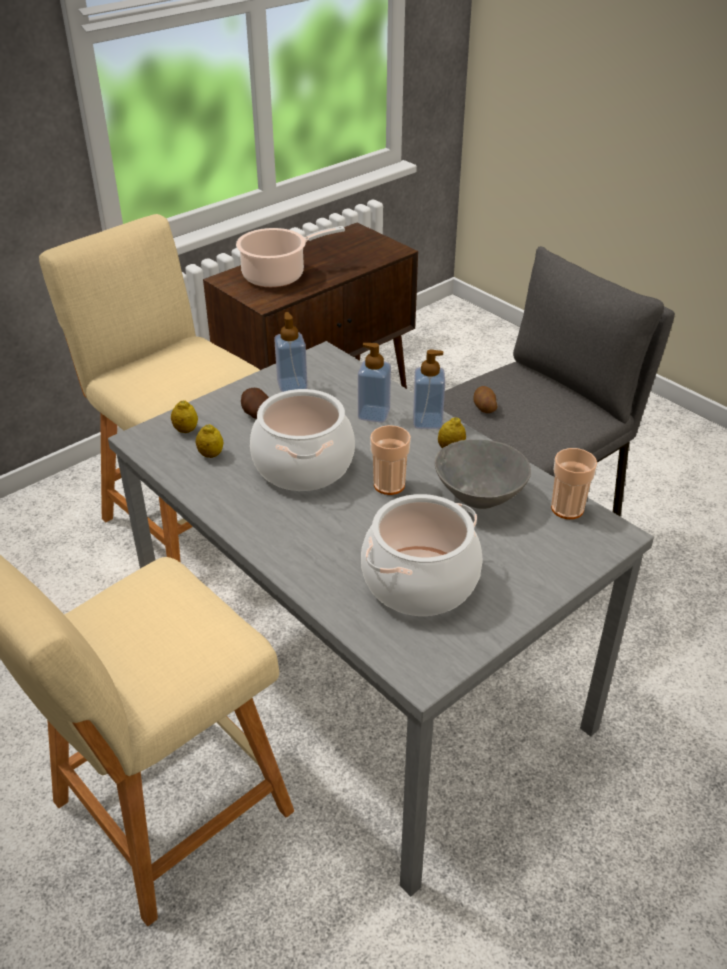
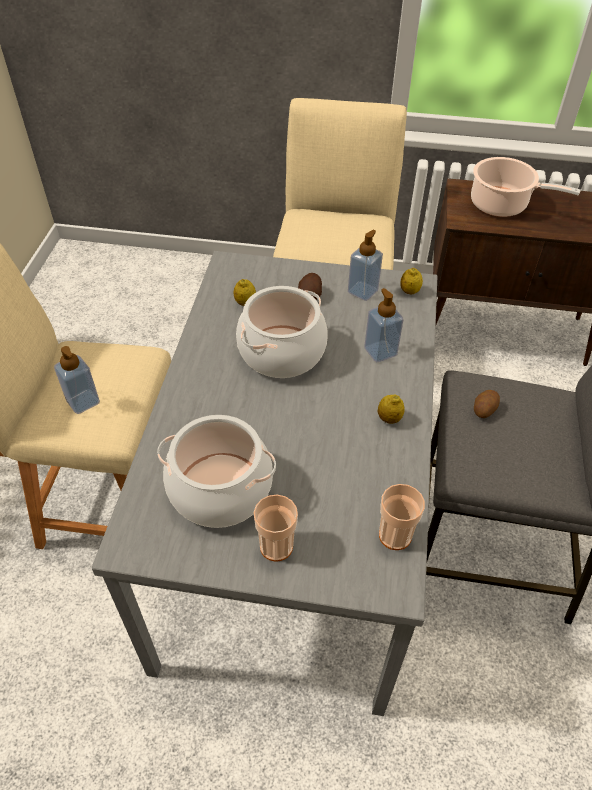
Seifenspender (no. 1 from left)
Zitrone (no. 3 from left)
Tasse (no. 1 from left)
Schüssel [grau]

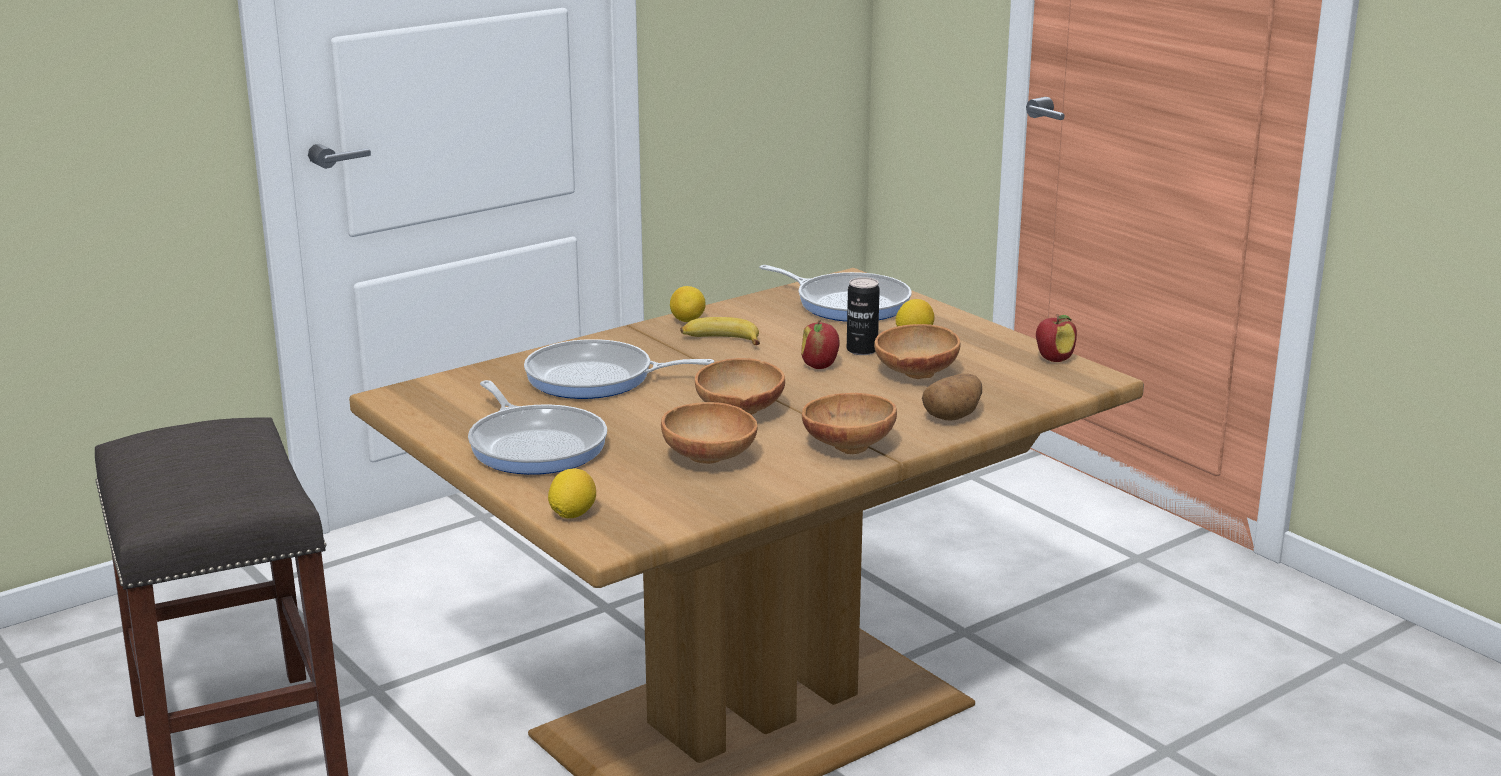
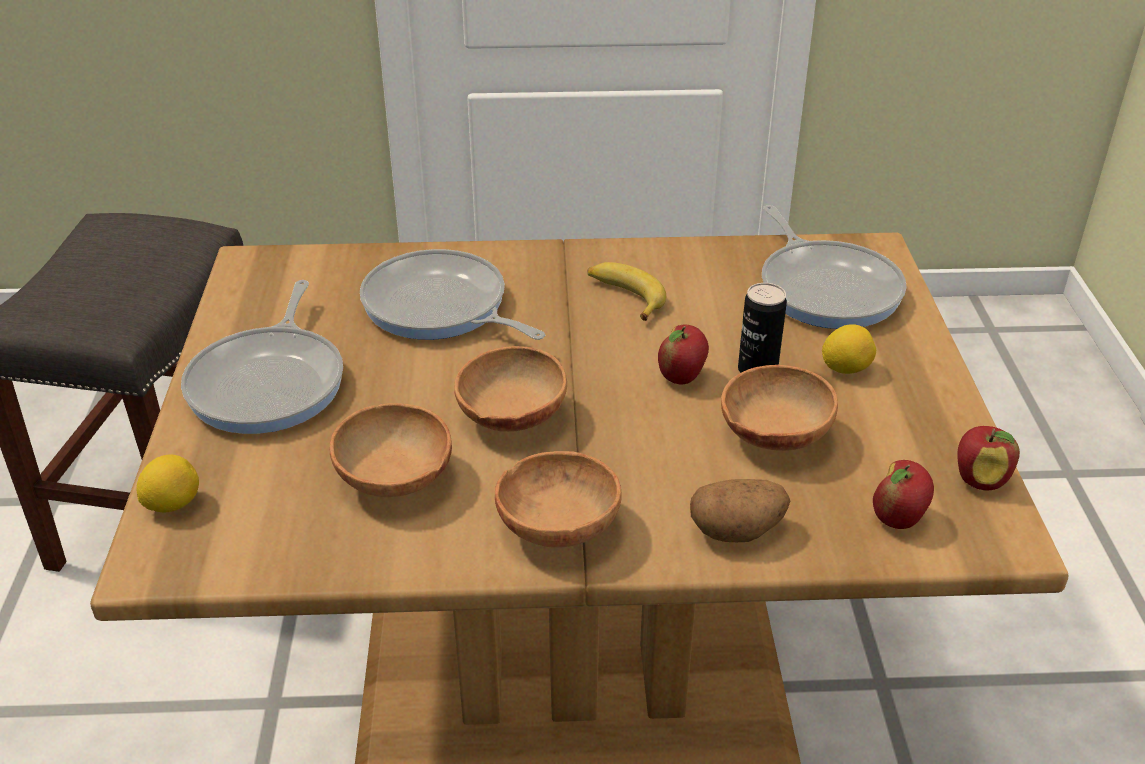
Zitrone (no. 2 from left in the first image)
Apfel (no. 2 from left)

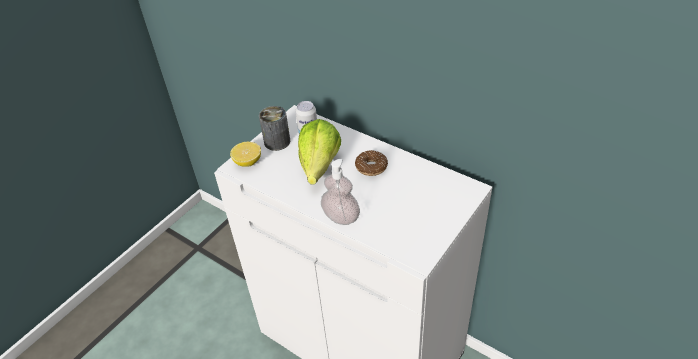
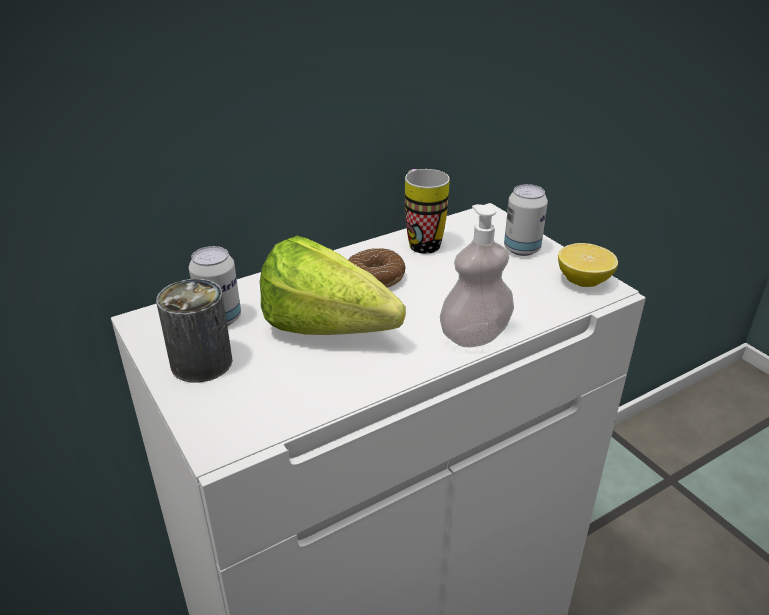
Zitrone
Henkelbecher
Dose (no. 3 from left)

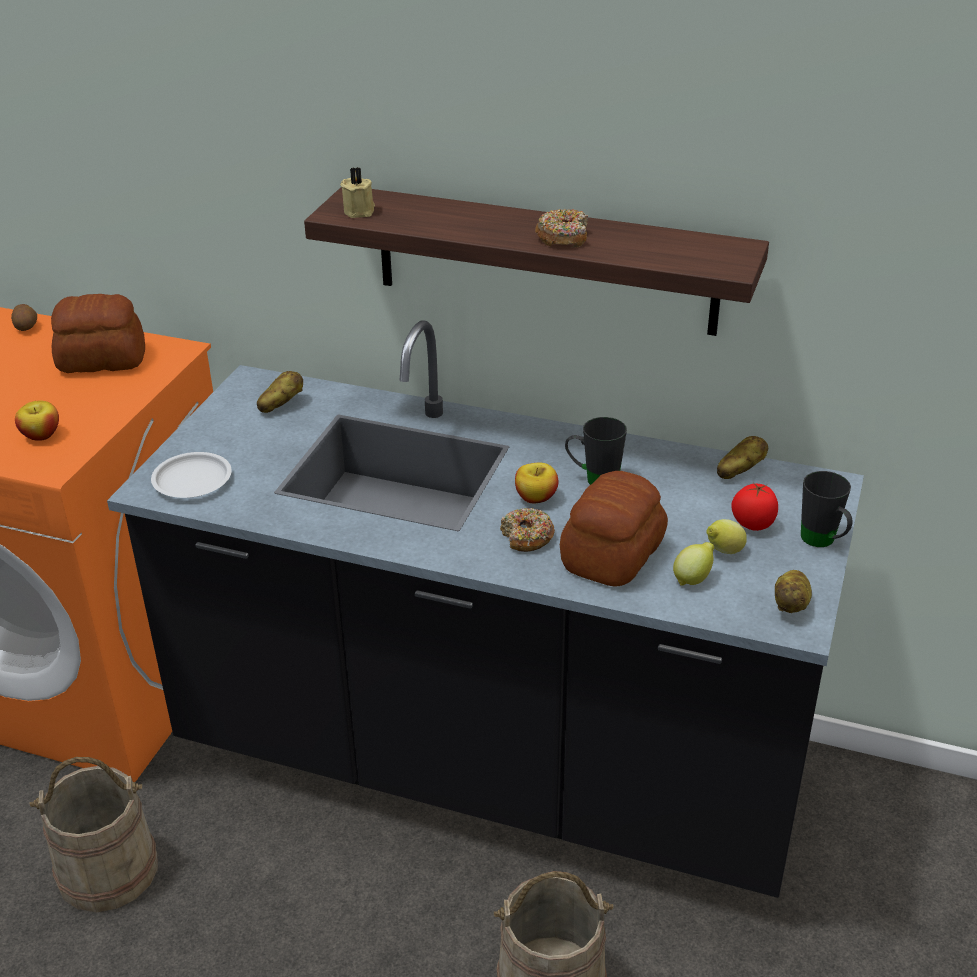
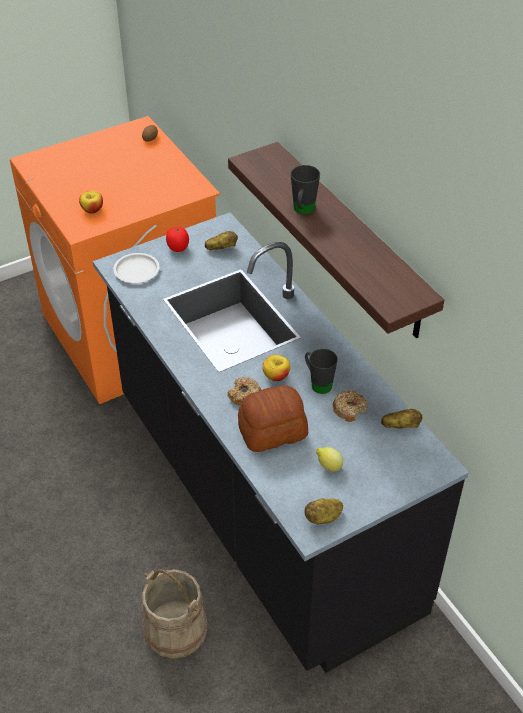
Kerze [beige]
Donut (no. 2 from left)
Brot (no. 1 from left in the first image)
Henkelbecher [schwarz] (no. 1 from left)
Tomate
Zitrone (no. 1 from left in the first image)
Eimer [beige] (no. 1 from left in the first image)

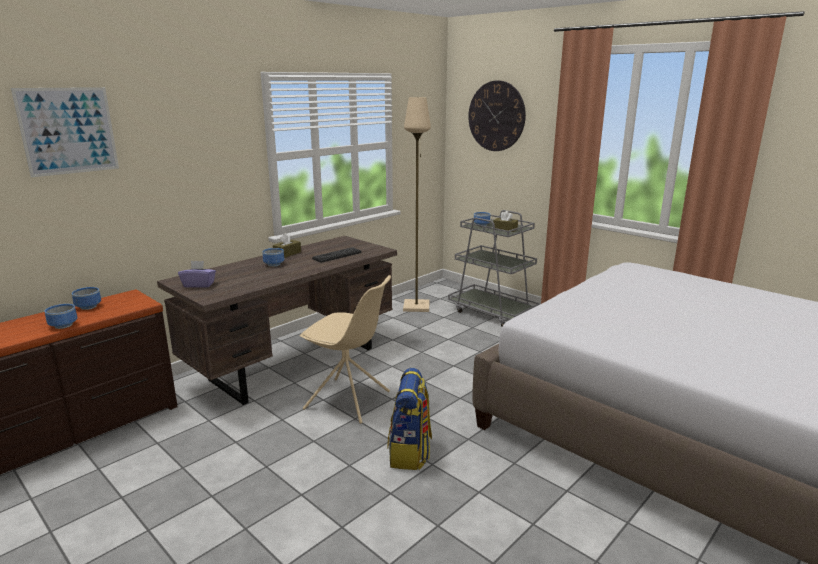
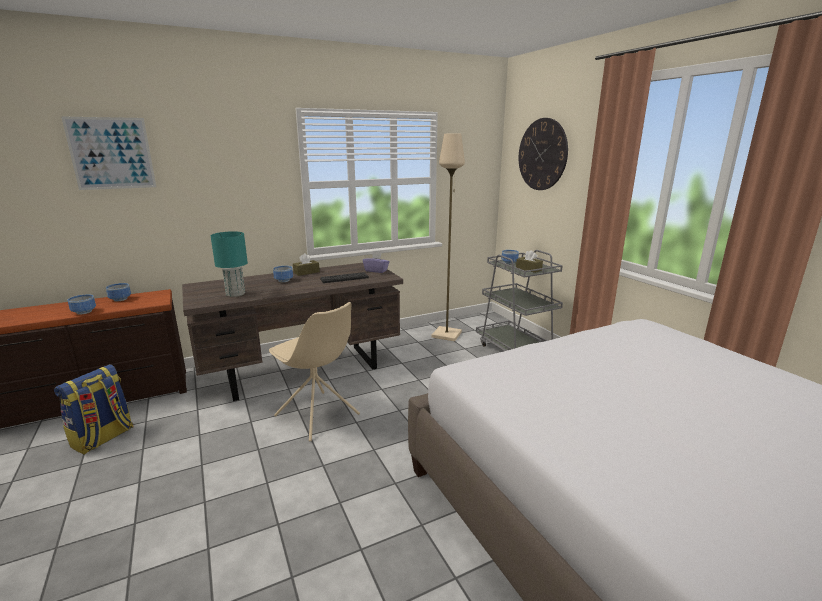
Taschentuchbox [lila]
Rucksack
Tischlampe [türkis]

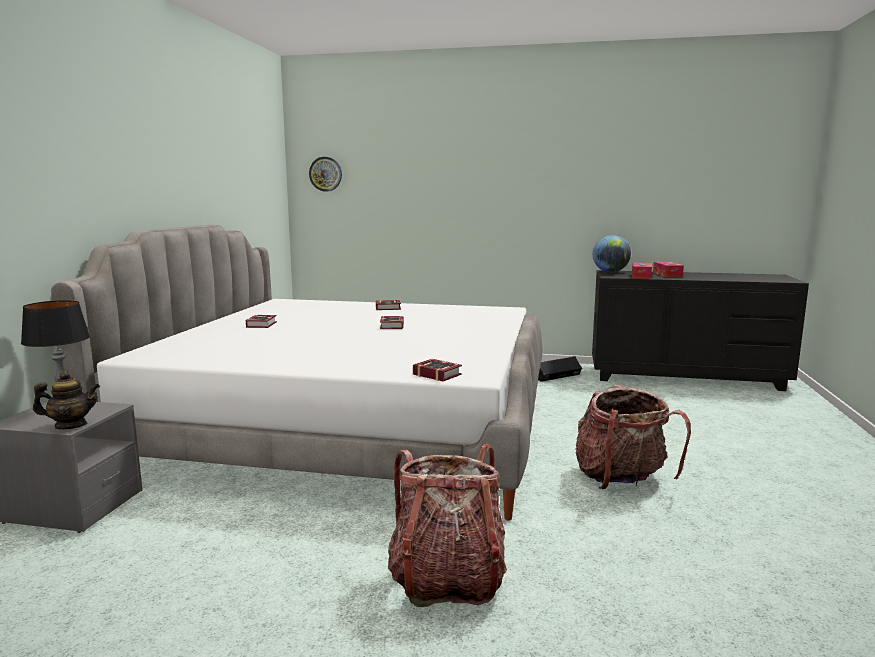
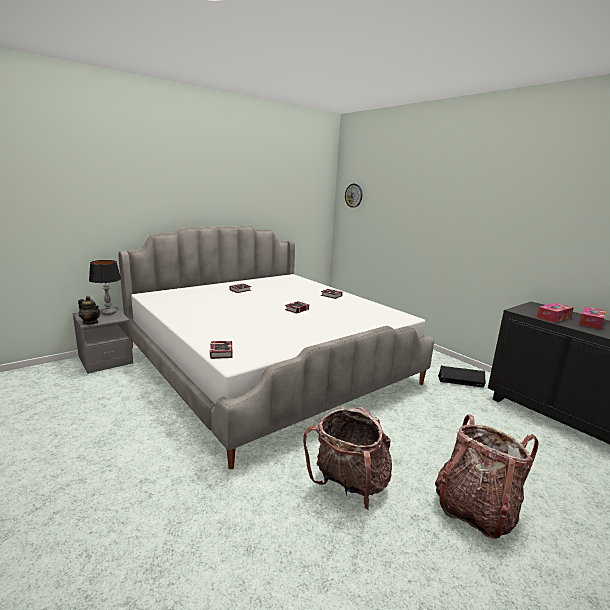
Globus
Rucksack (no. 2 from left)

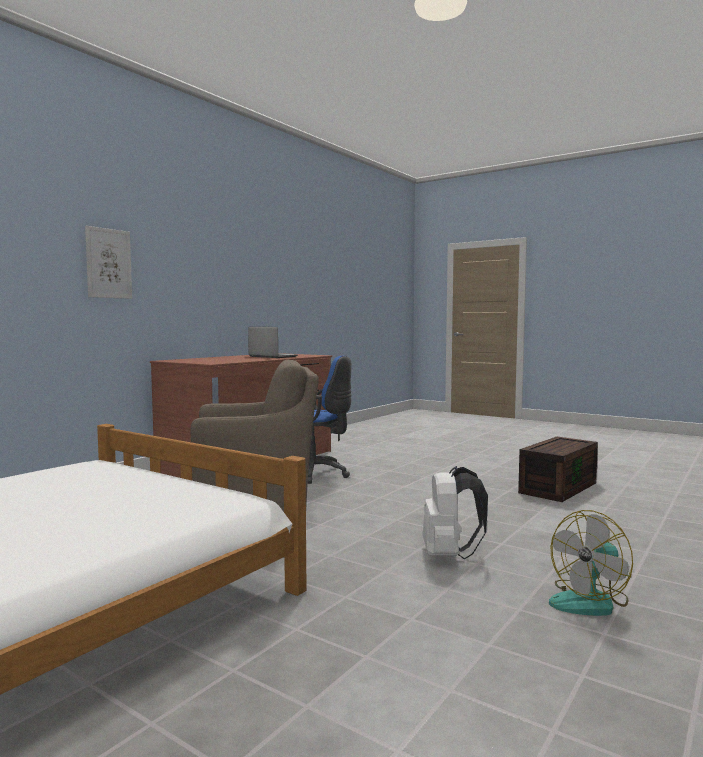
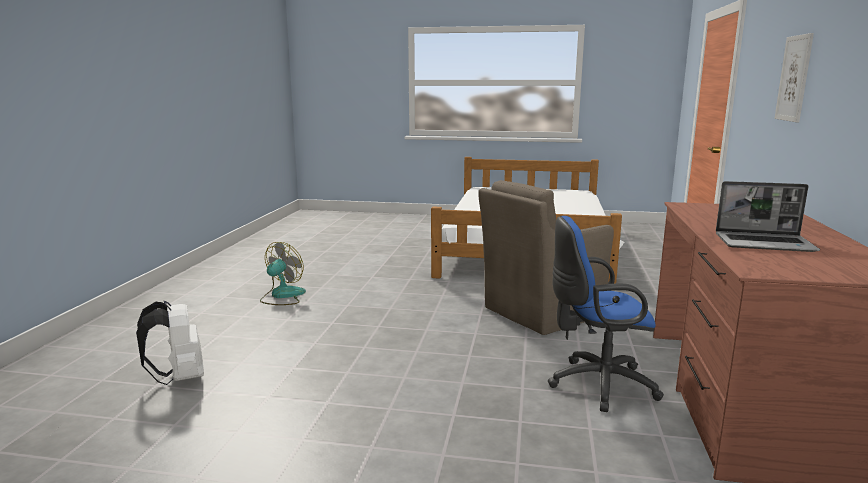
Aufbewahrungsbox [braun]
Rucksack [weiß]

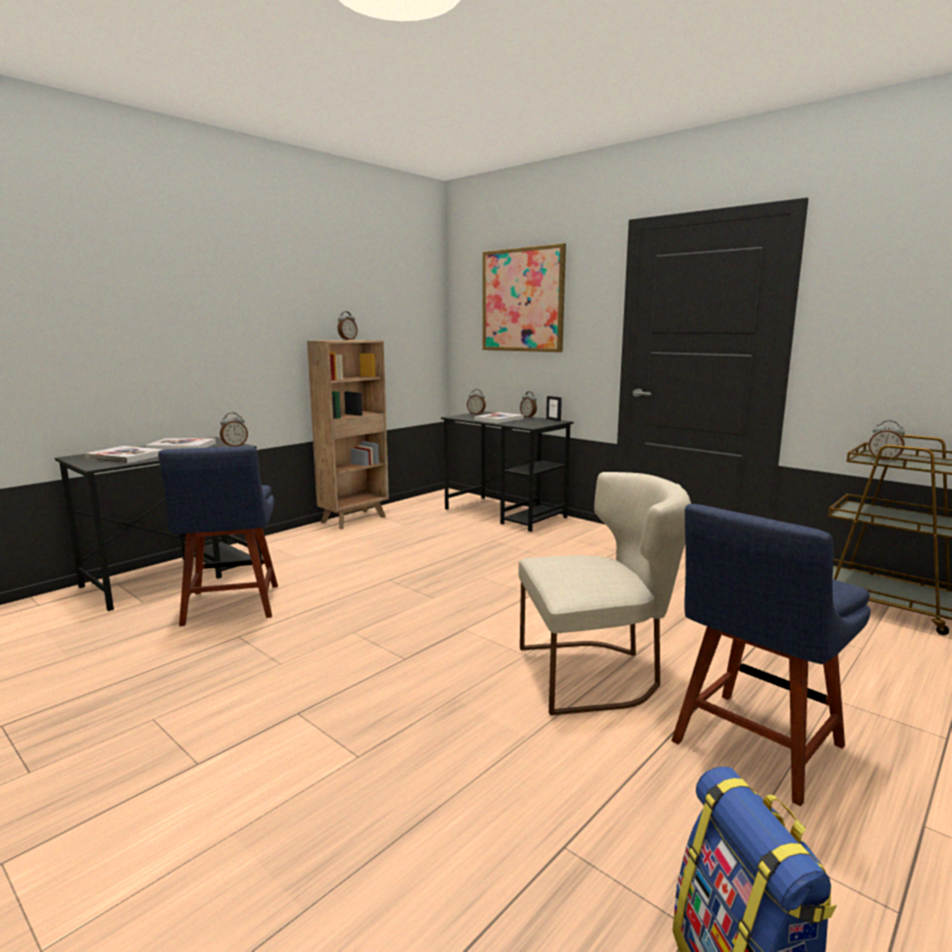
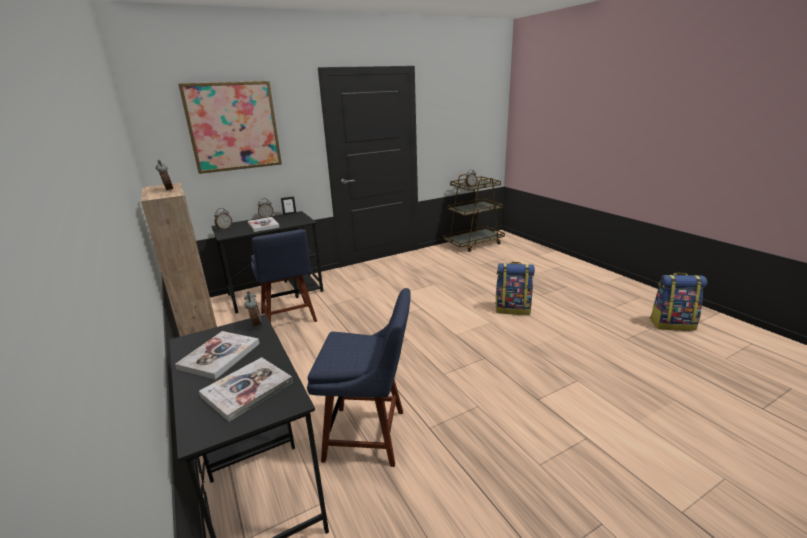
Rucksack (no. 1 from left)
Stuhl [blau] (no. 1 from left)

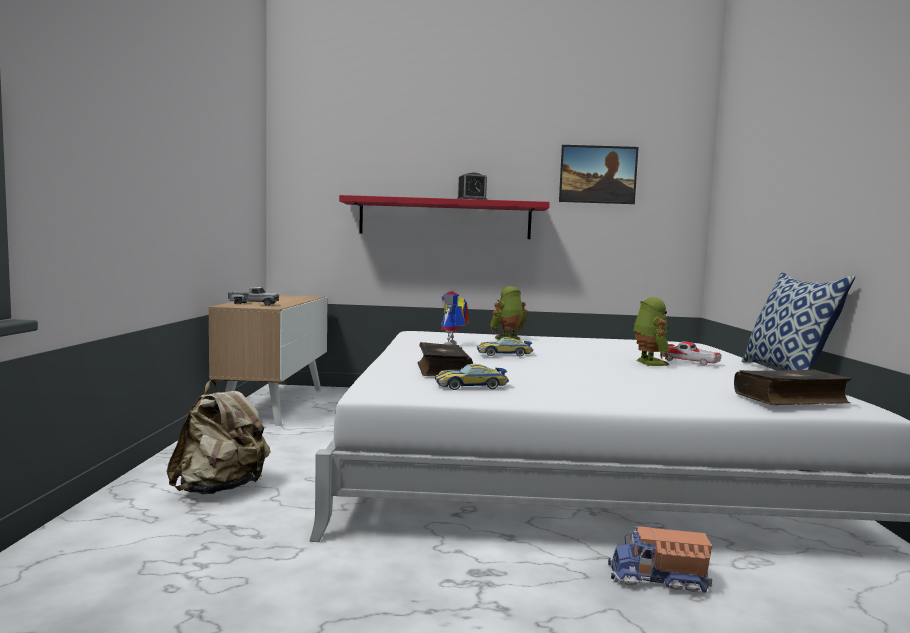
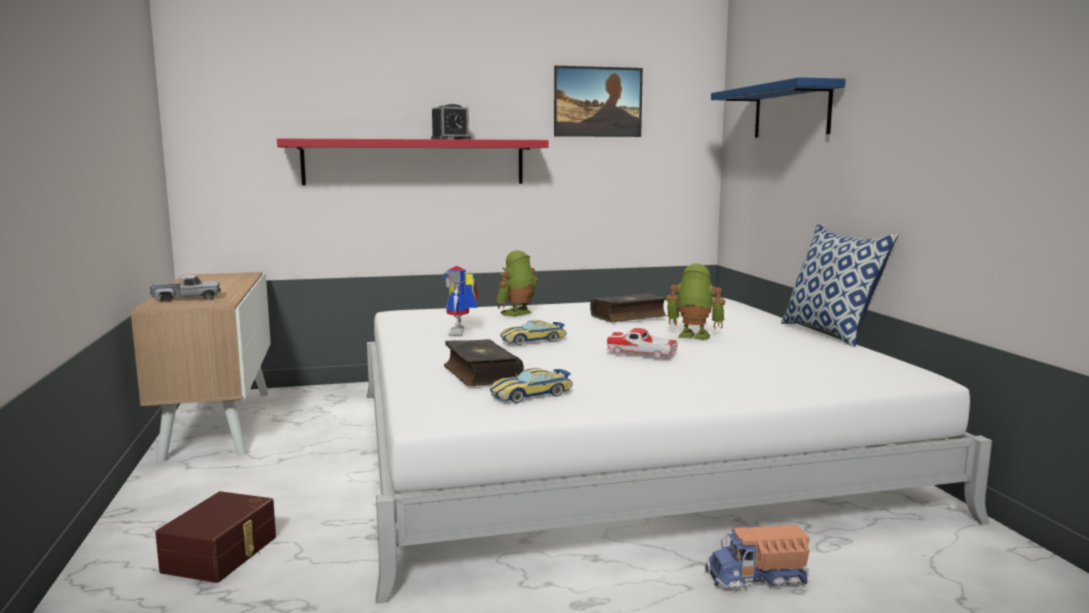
Spielzeugroboter (no. 3 from left)
Spielzeugauto (no. 3 from left)
Buch (no. 2 from left)
Aufbewahrungsbox [braun]
Wandregal [blau]

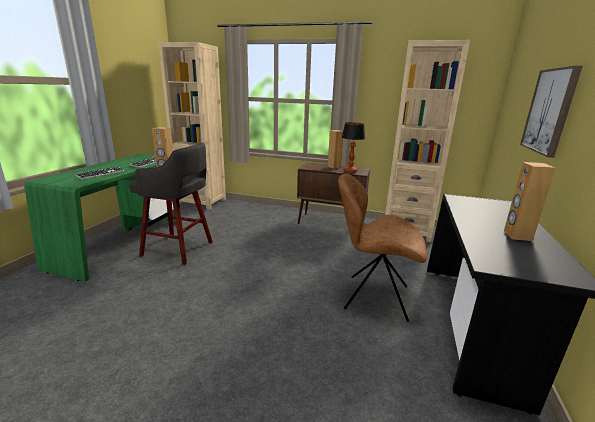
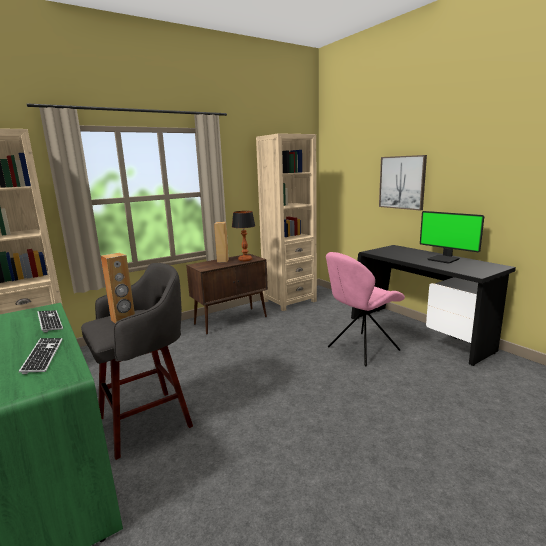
Monitor
Stuhl [rosa]

